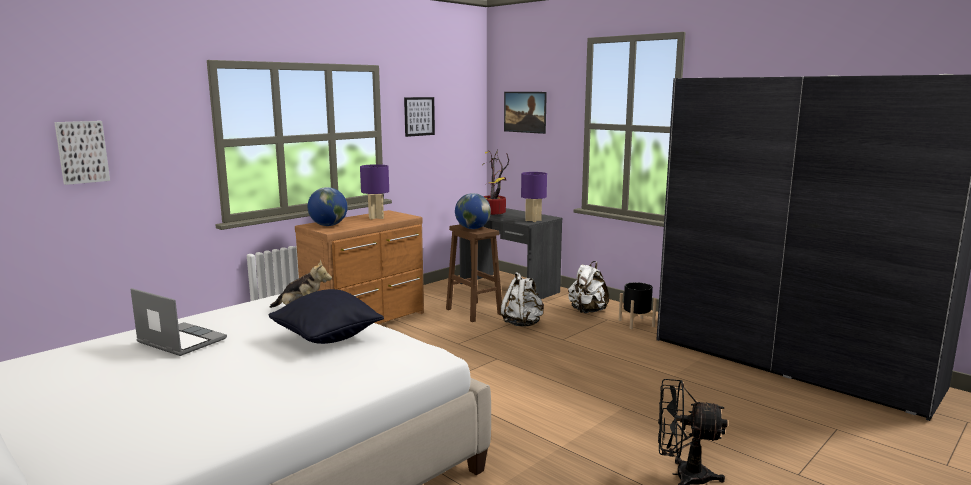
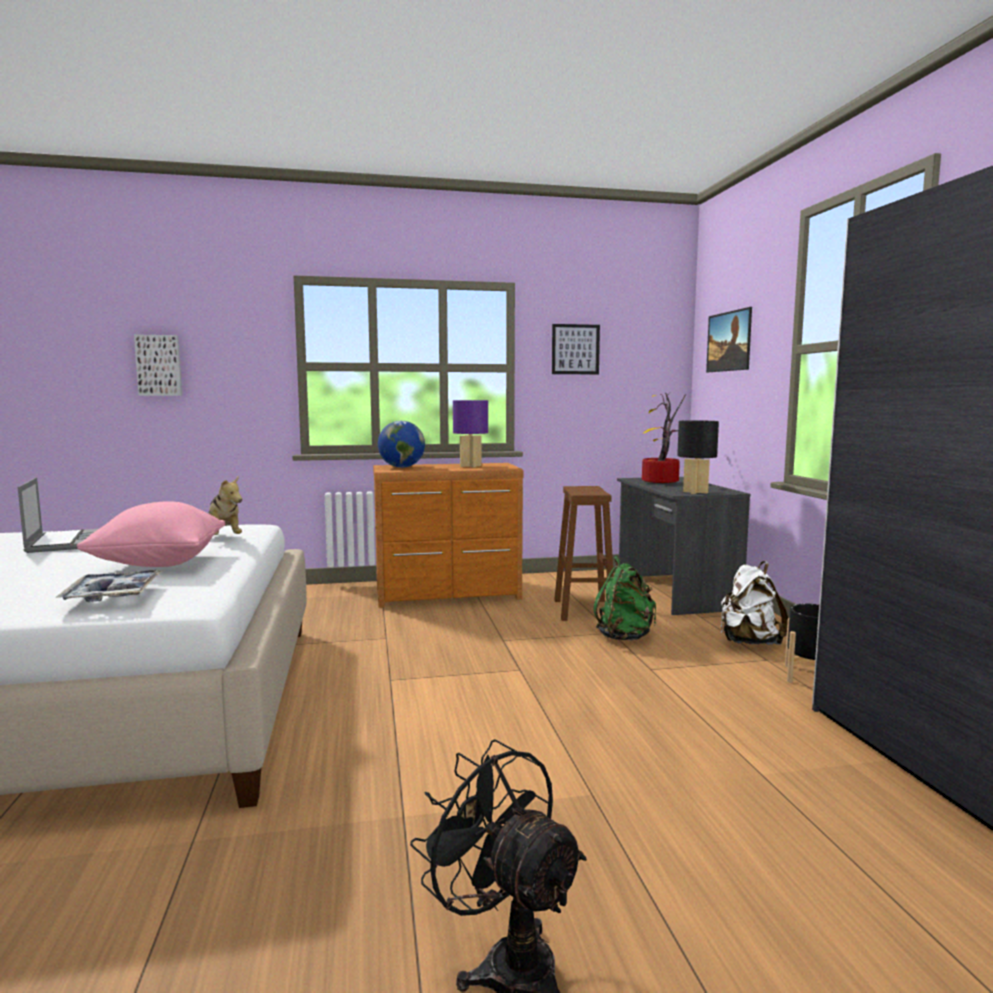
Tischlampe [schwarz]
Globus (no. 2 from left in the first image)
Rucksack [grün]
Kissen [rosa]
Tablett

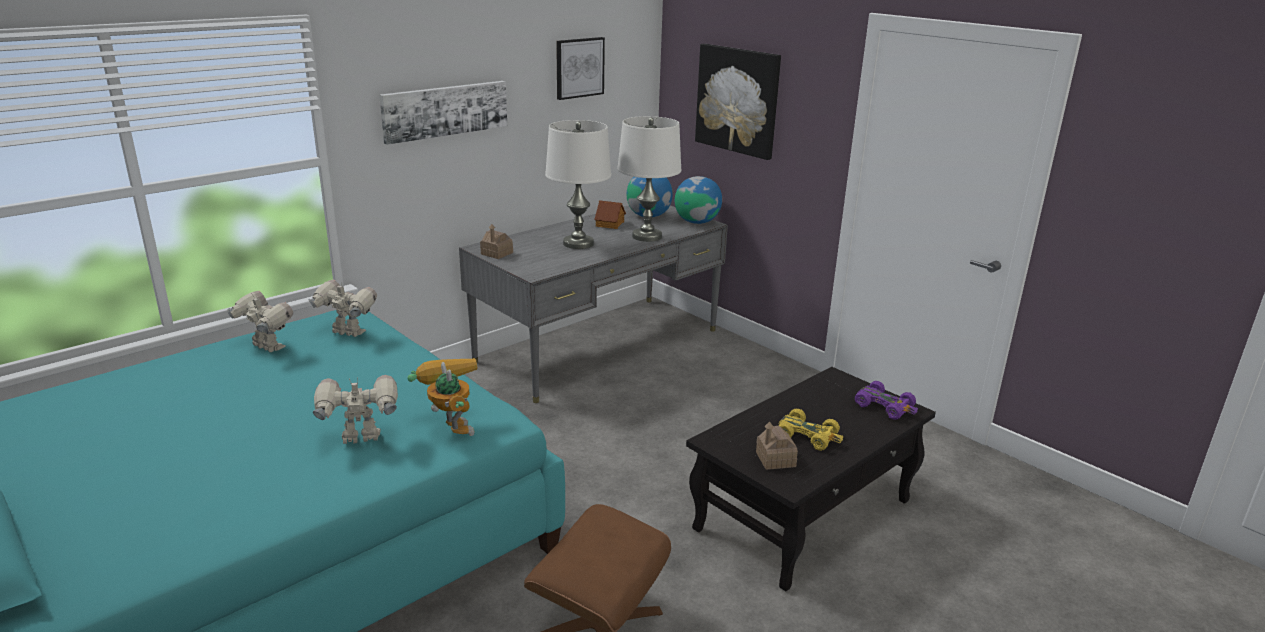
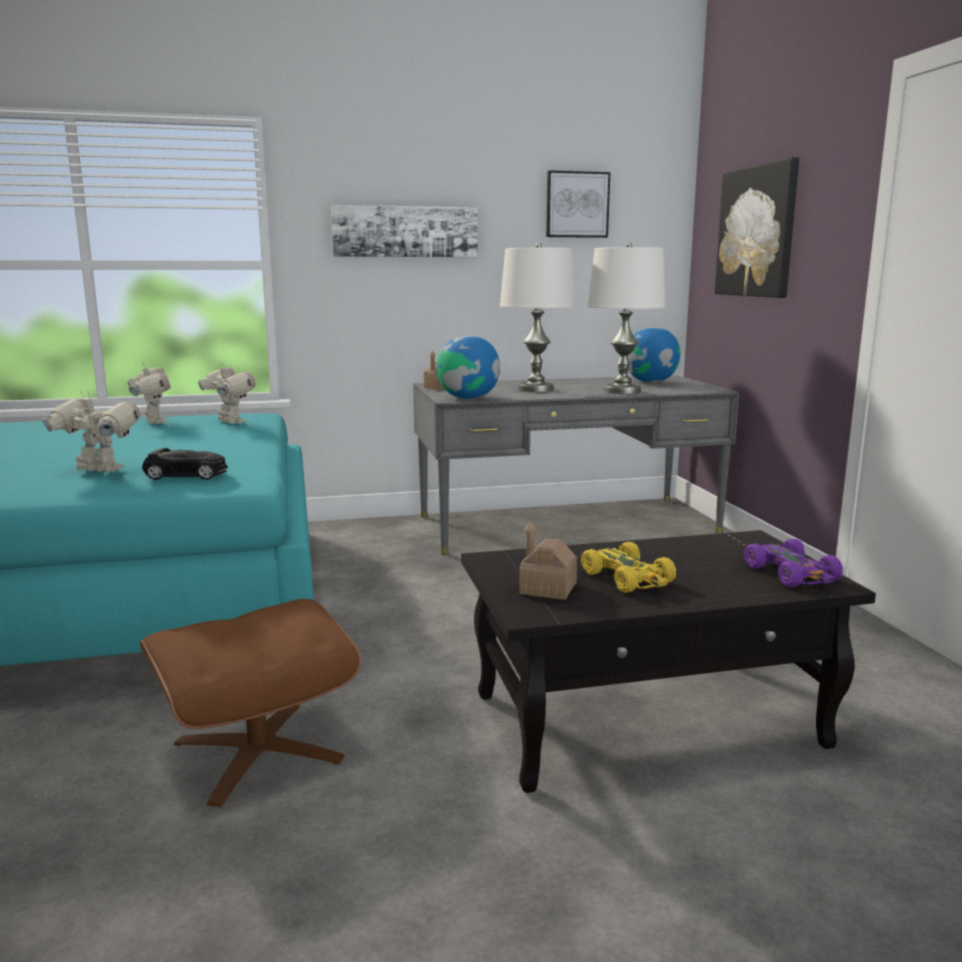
Globus (no. 1 from left)
Spielzeughaus (no. 2 from left in the first image)
Spielzeugauto [schwarz]

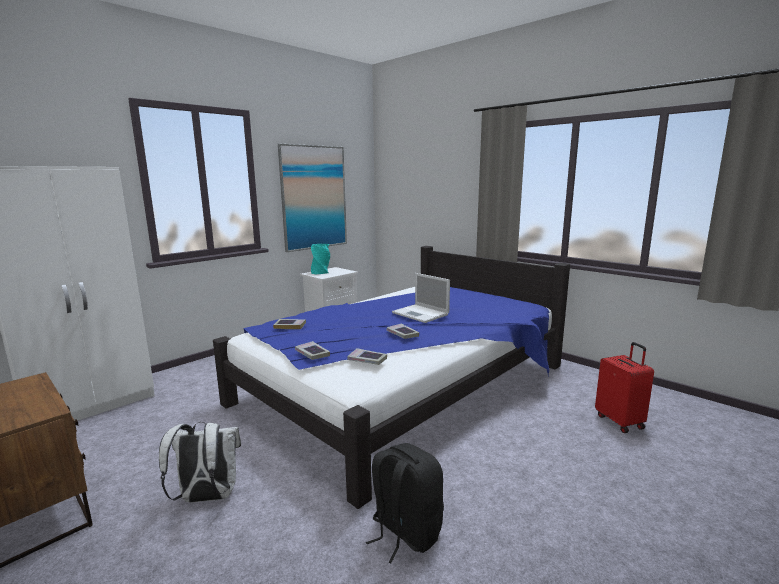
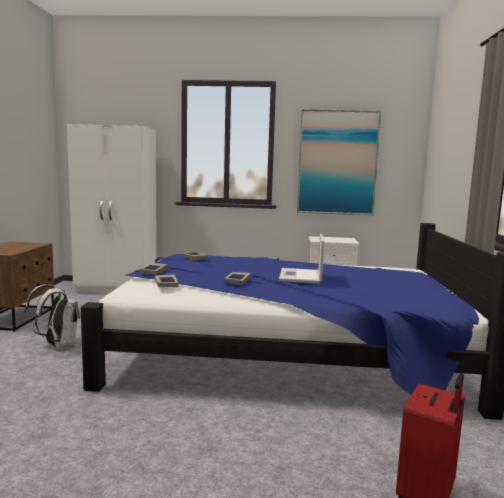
Vase [türkis]
Rucksack [schwarz]

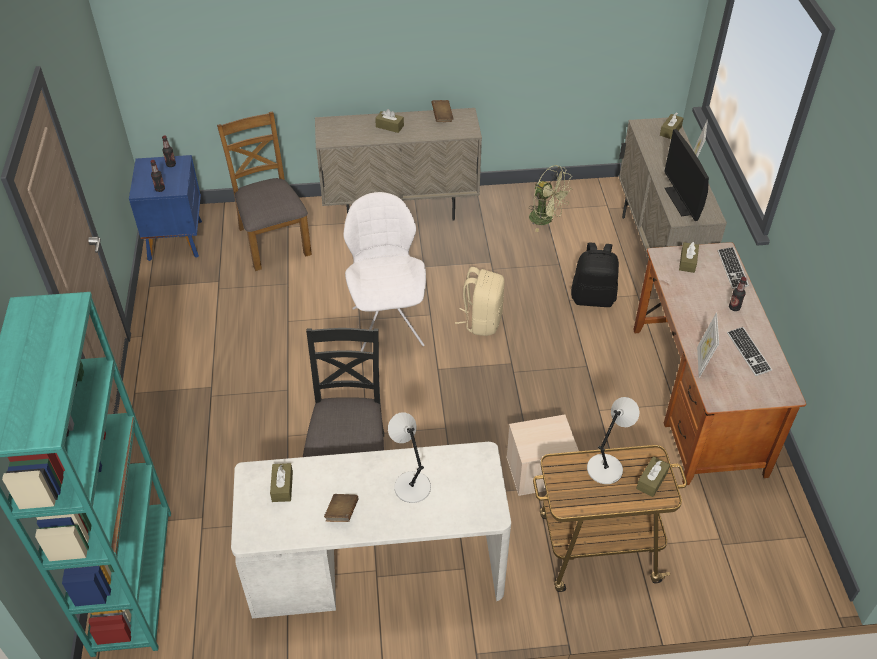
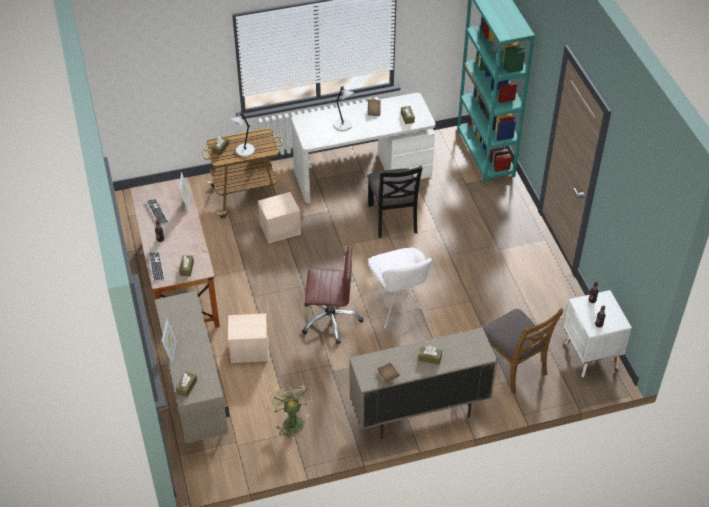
Monitor
Nachttisch [weiß]
Ventilator [grün]
Aufbewahrungsbox [beige] (no. 1 from left)
Bürostuhl [braun]

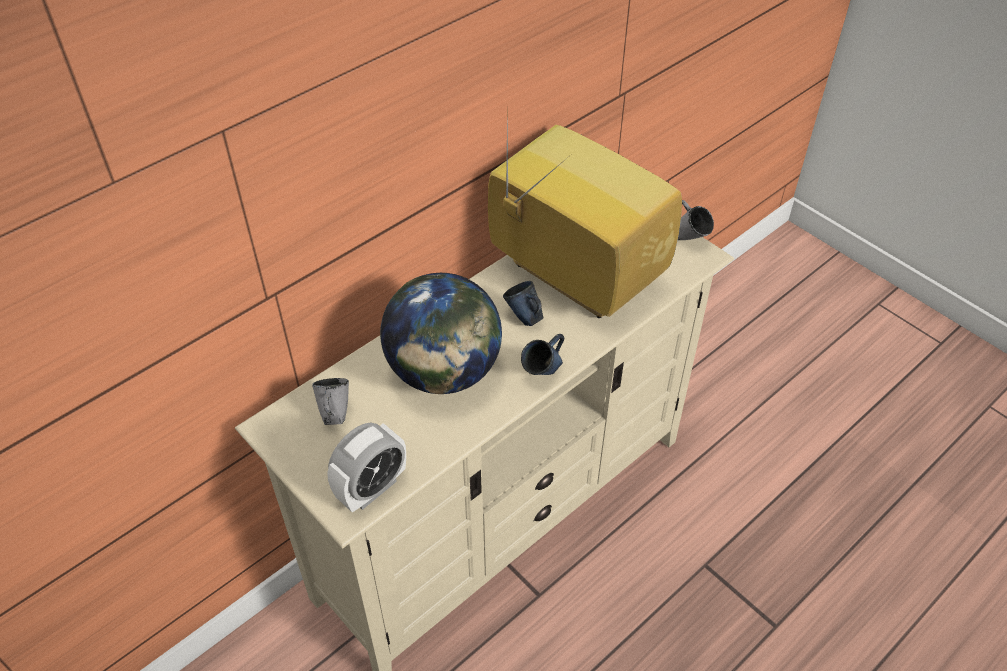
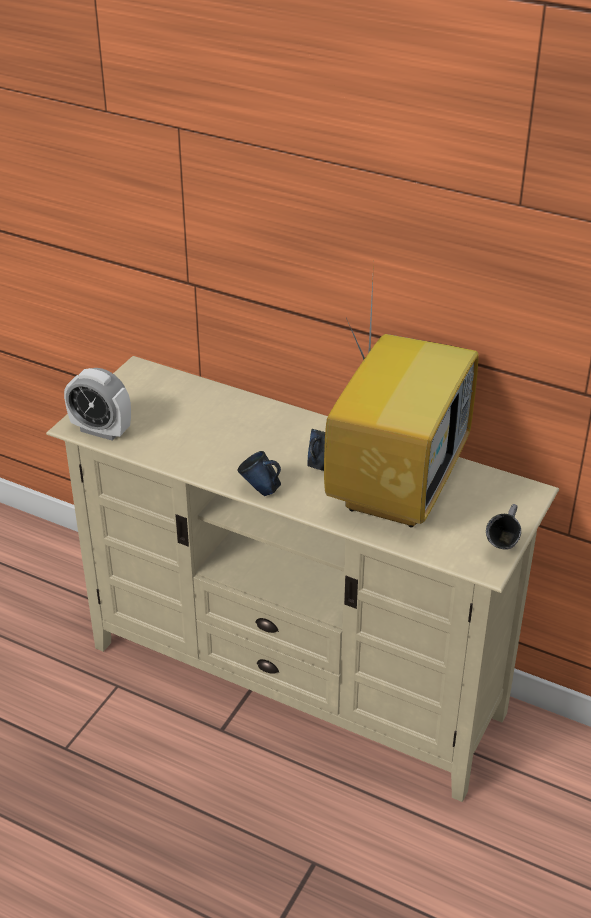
Globus
Henkelbecher [grau] (no. 1 from left in the first image)

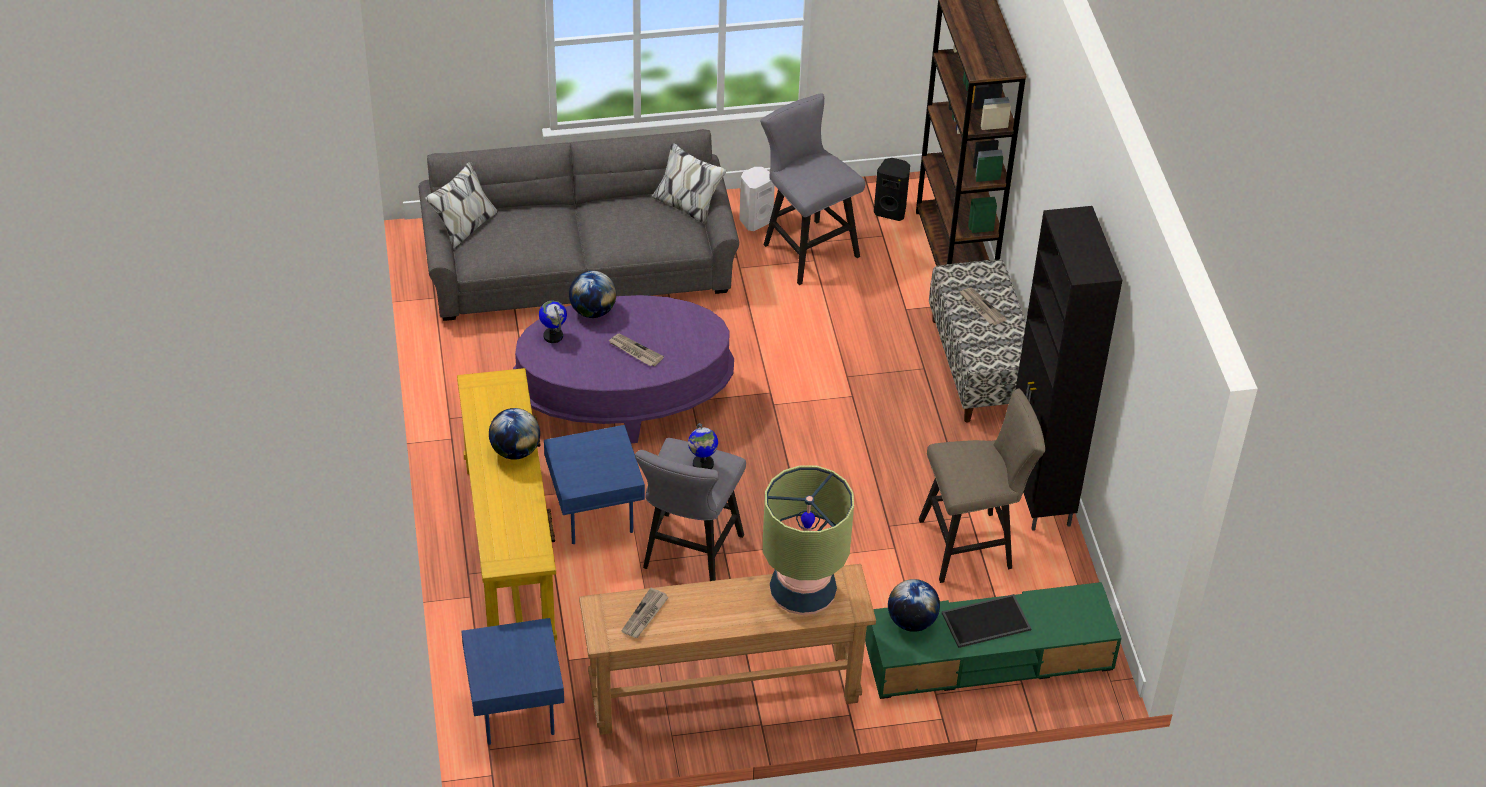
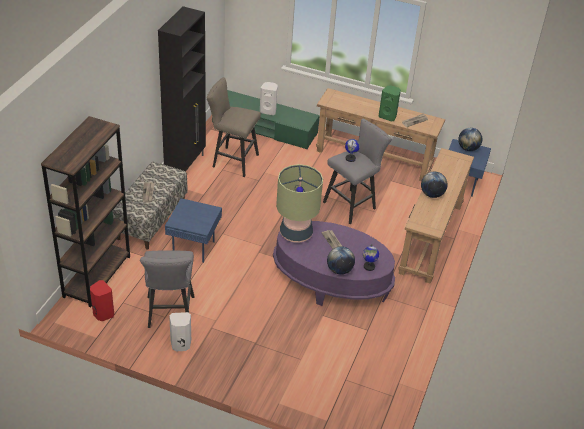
Sofa [grau]
Lautsprecher [rot]
Konsolentisch [braun] (no. 2 from left)
Beistelltisch [blau] (no. 1 from left)
Tischlampe
Globus (no. 5 from left)
Lautsprecher [weiß] (no. 2 from left)
Lautsprecher [grün]

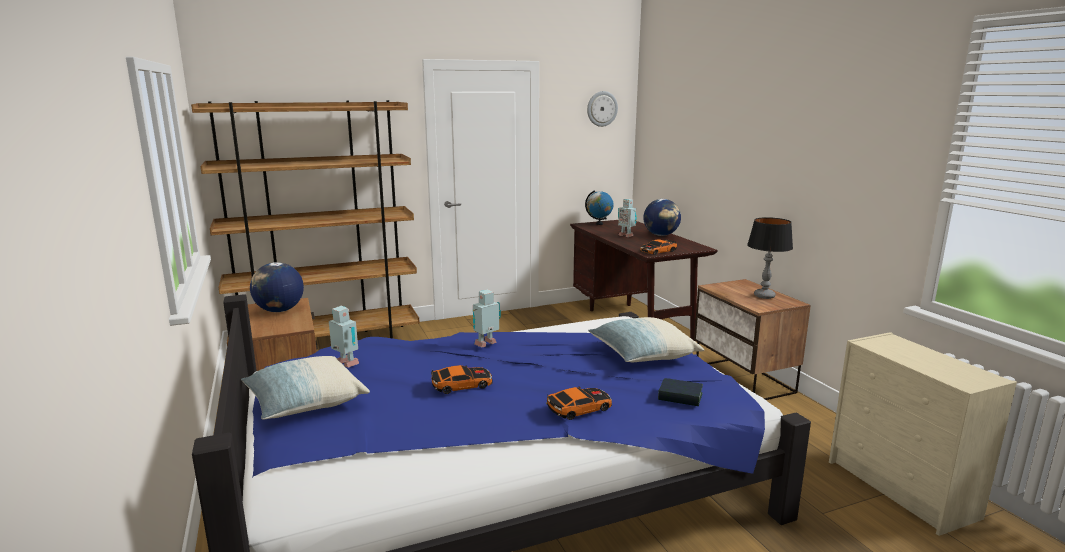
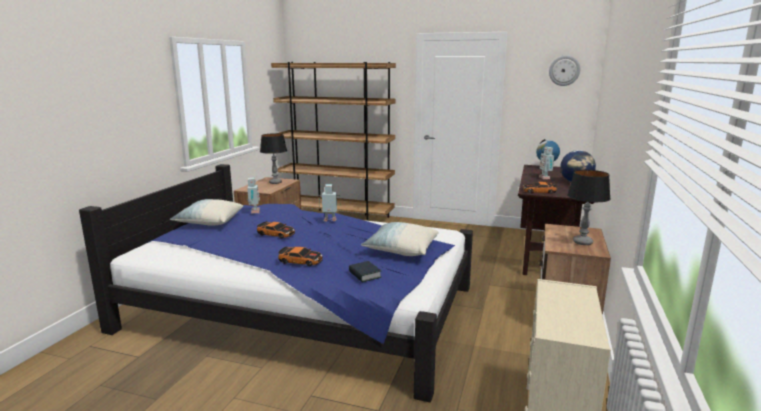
Tischlampe (no. 1 from left)

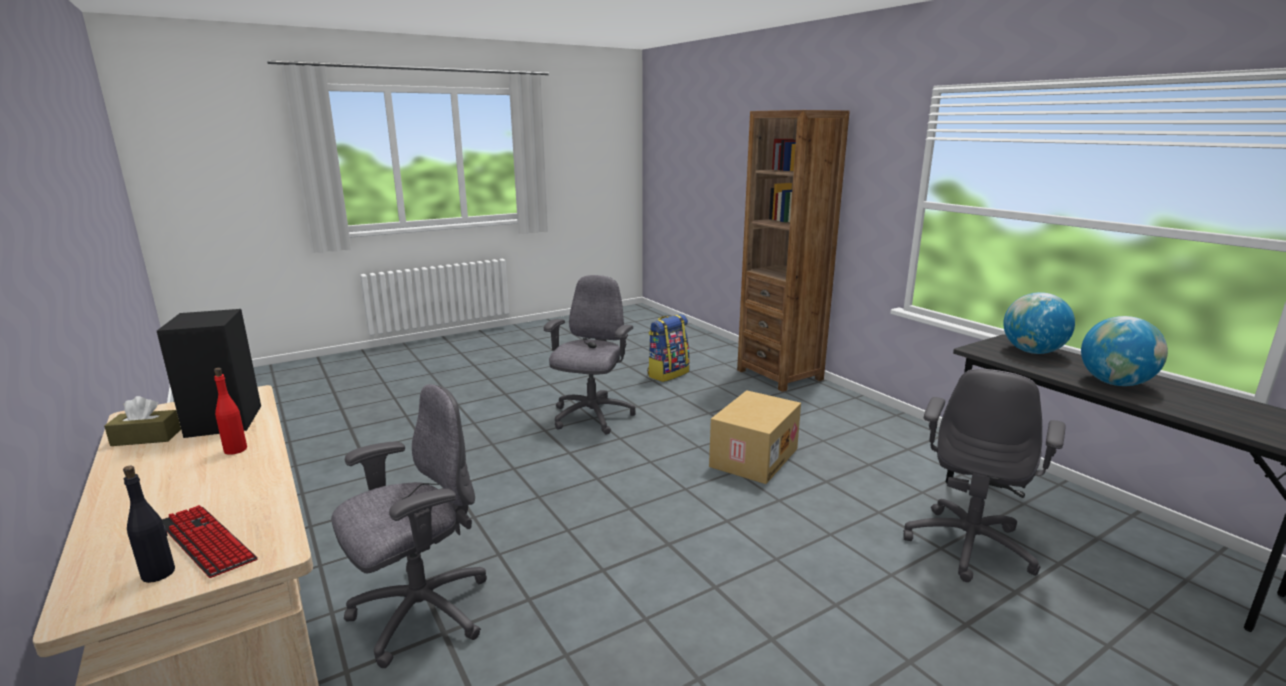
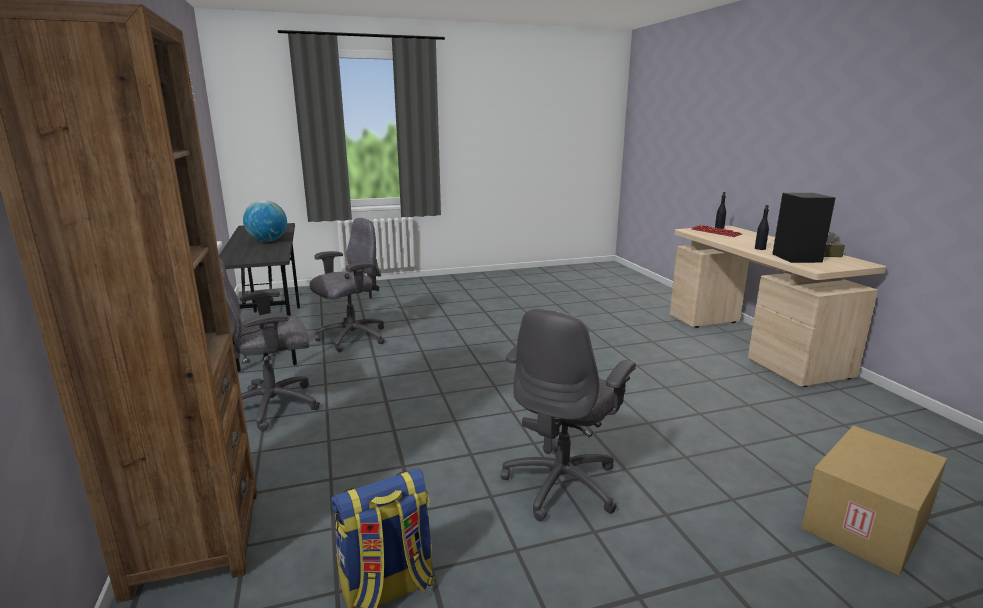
Globus (no. 1 from left in the first image)
Flasche [schwarz] (no. 2 from left)
Bürostuhl [grau] (no. 1 from left)
Karton

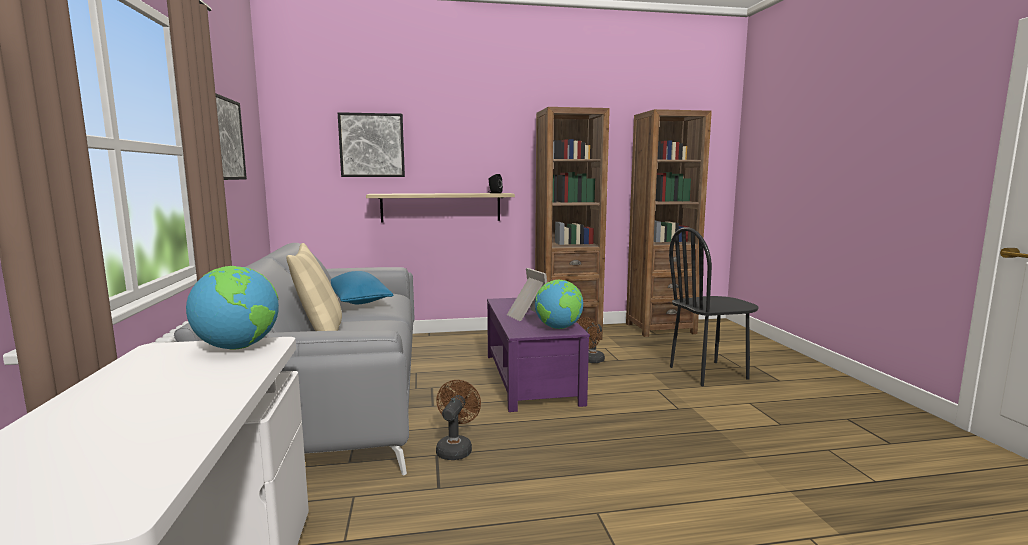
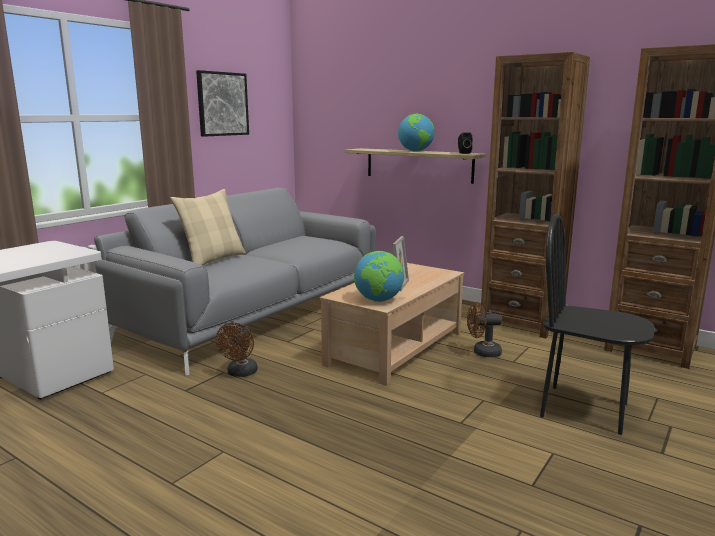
Bild (no. 2 from left in the first image)
Globus (no. 2 from left)
Kissen [blau]
Couchtisch [beige]
Ventilator [braun] (no. 1 from left)

